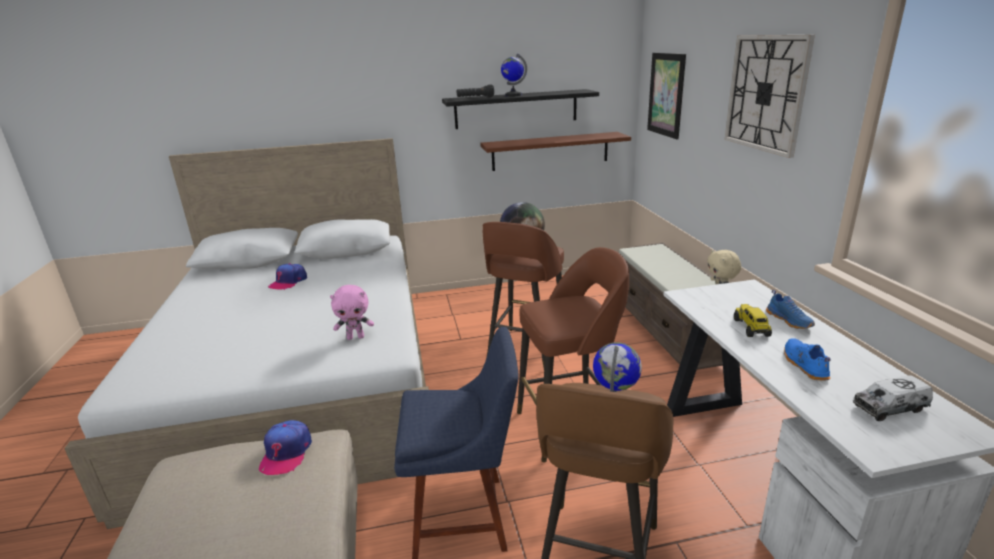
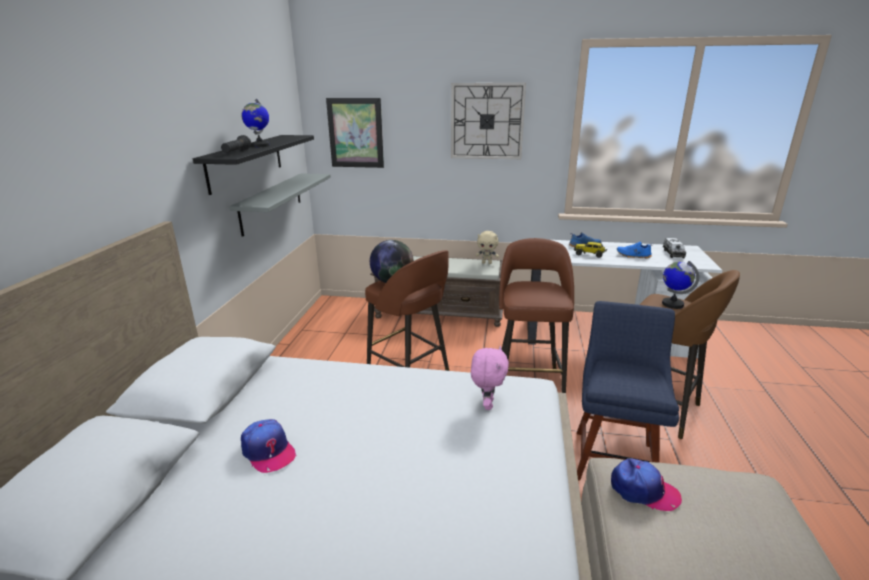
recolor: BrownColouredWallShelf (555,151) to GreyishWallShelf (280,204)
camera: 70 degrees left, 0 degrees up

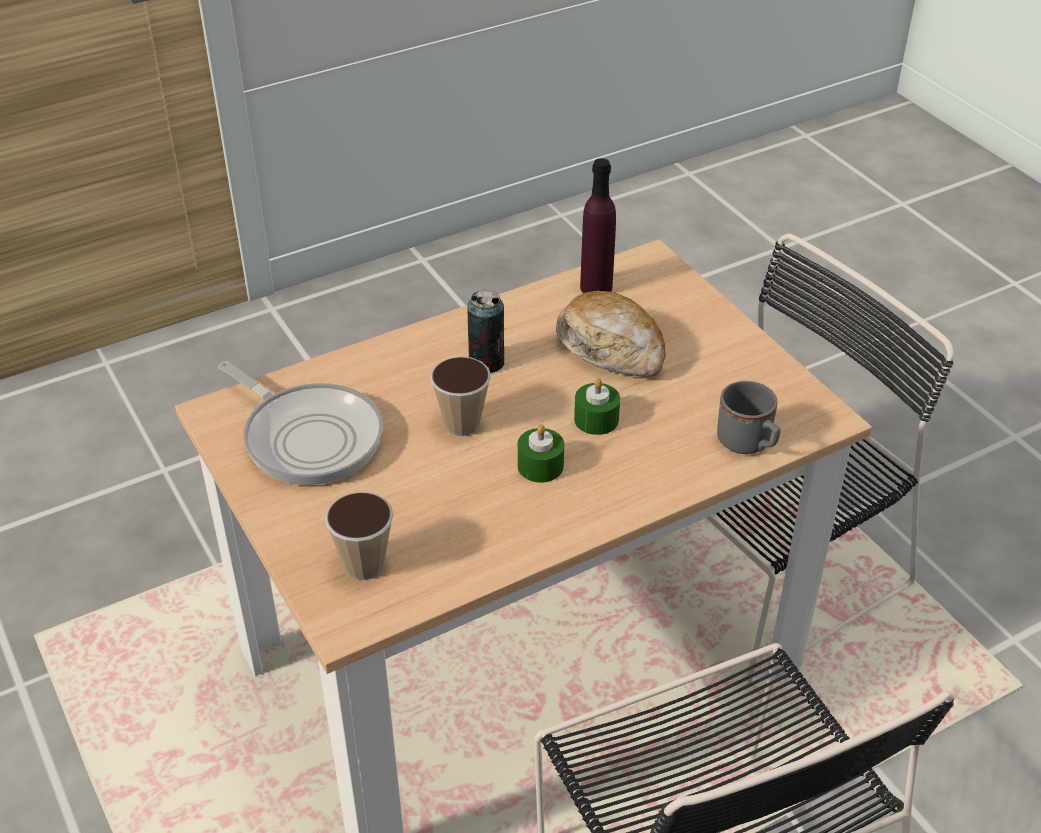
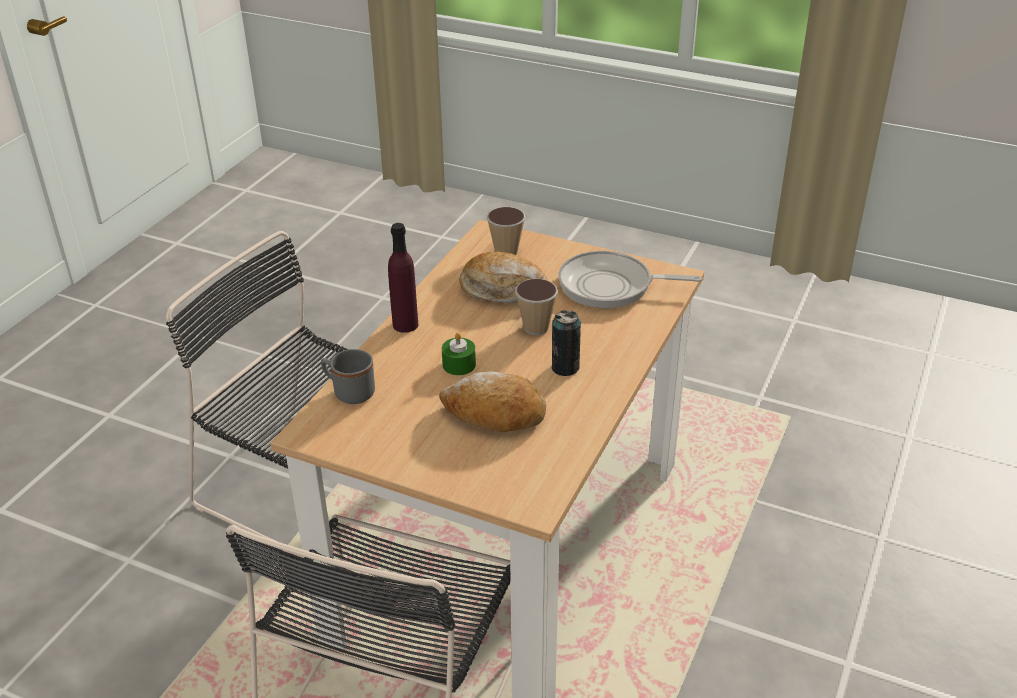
delete: GreenishWaxCandle (540,453)
insert: BakedBread (503,277)
move: PurpleColouredBottle (598,225) to (403,278)
camera: 145 degrees right, 5 degrees down

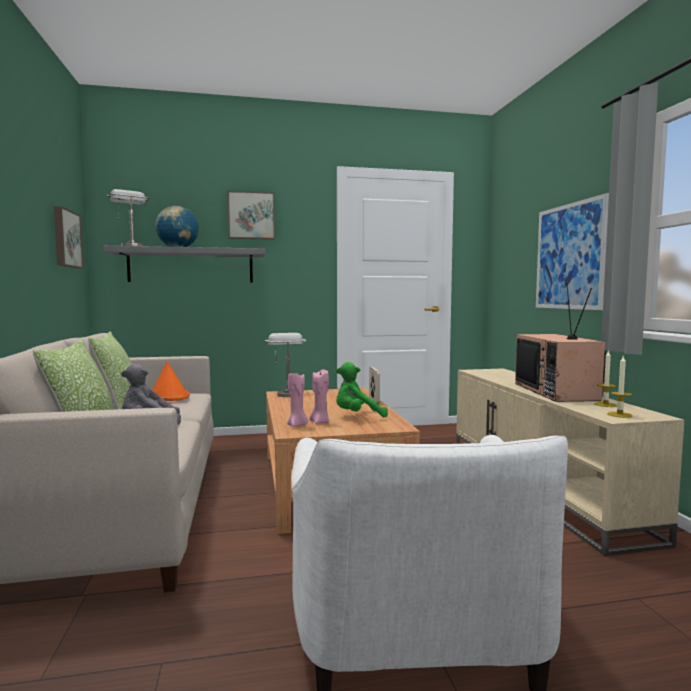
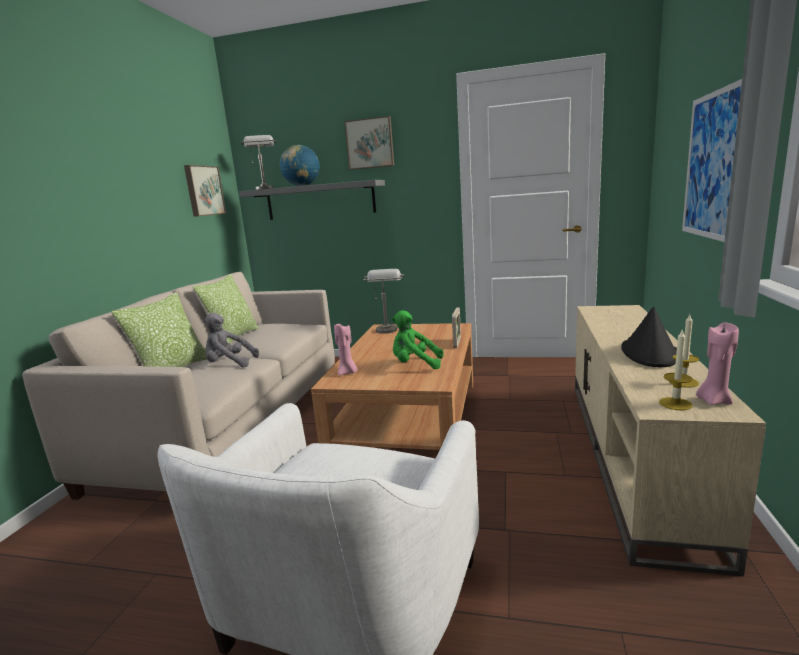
delete: OrangeyClothingHat (171,381)
move: PinkishWaxCandle (319,396) to (717,363)
replace: TvSet (560,342) to BlackClothingHat (649,337)
camera: 25 degrees right, 10 degrees up

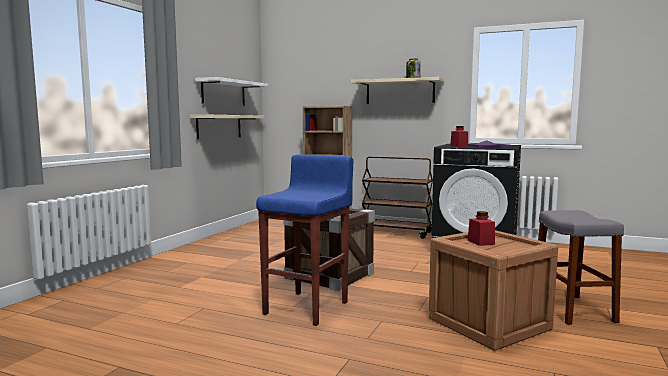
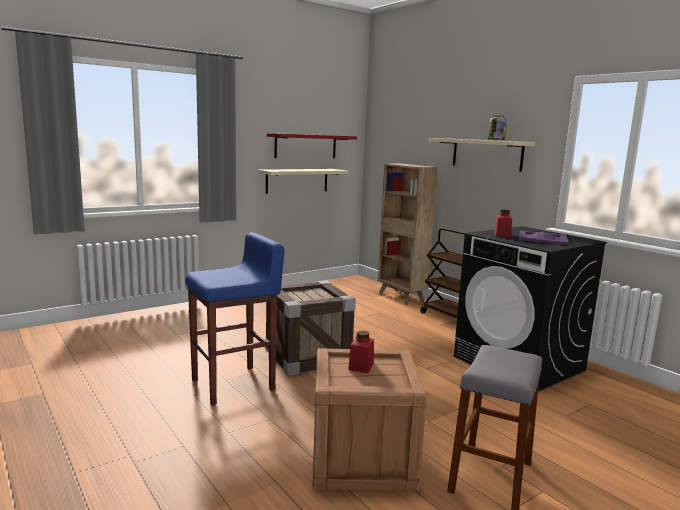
recolor: WhitishWallShelf (231,91) to ReddishWallShelf (312,145)
camera: 30 degrees right, 5 degrees up

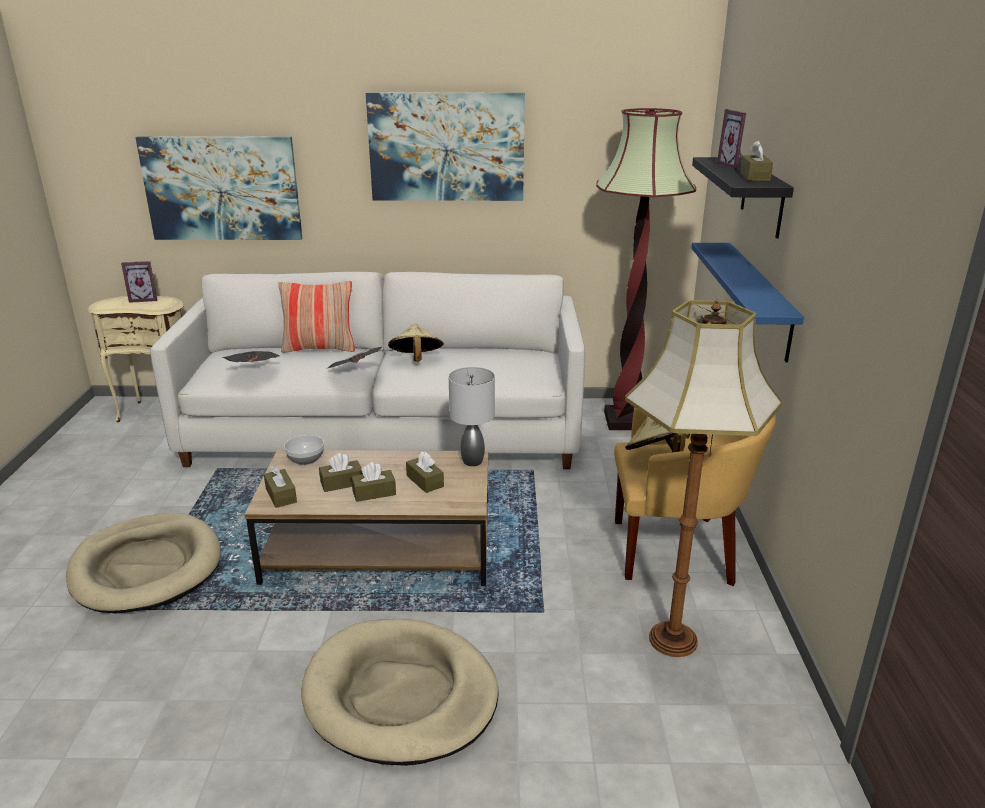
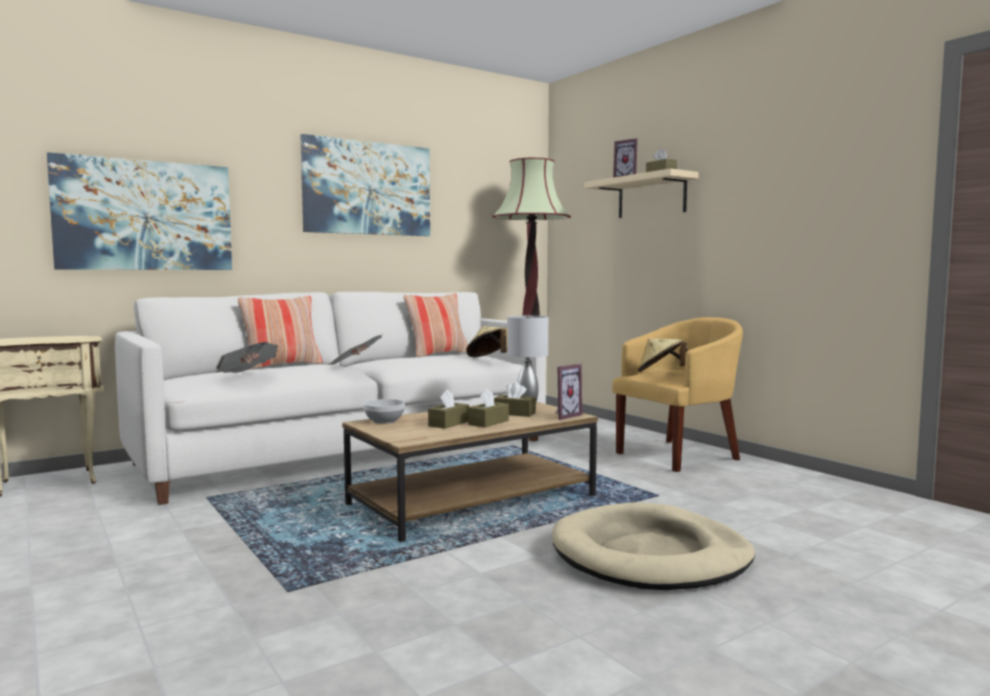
delete: BeigeColouredDogCushion (143,563); BrownColouredTissueHolder (280,487); StandingLamp (703,477); BlueColouredWallShelf (747,303)
insert: Cushion (436,325)
move: PhotoFrame (139,282) to (569,392); BeigeColouredClothingHat (416,343) to (486,341)
recolor: BlackWallShelf (743,197) to BeigeColouredWallShelf (641,193)
camera: 35 degrees left, 20 degrees down

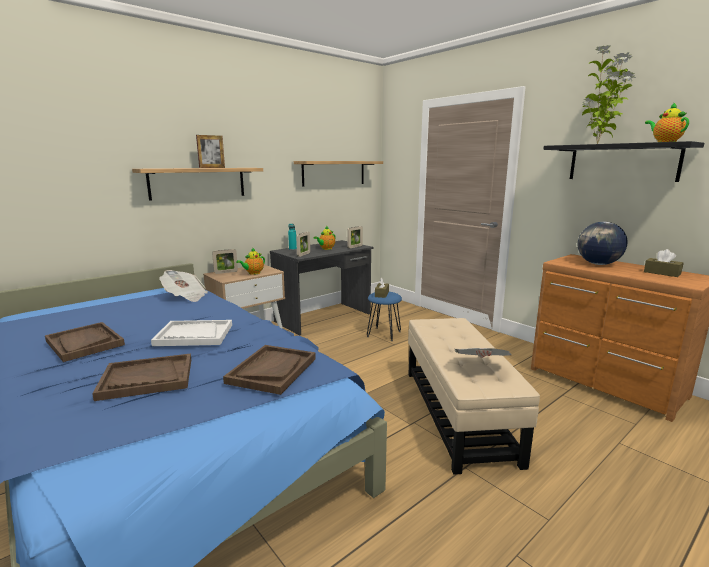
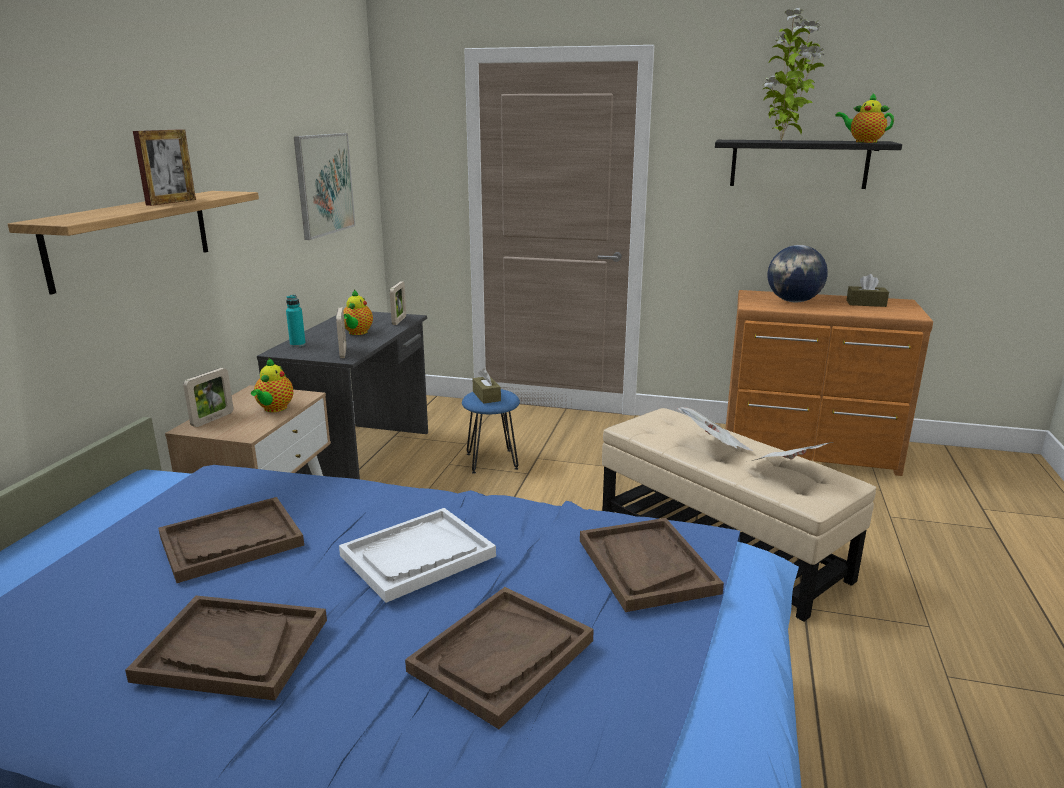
insert: BrownColouredServingTray (231,540)
move: DailyPaper (183,286) to (715,429)
replace: WallShelf (338,173) to WallPicture (324,186)
camera: 35 degrees left, 5 degrees up

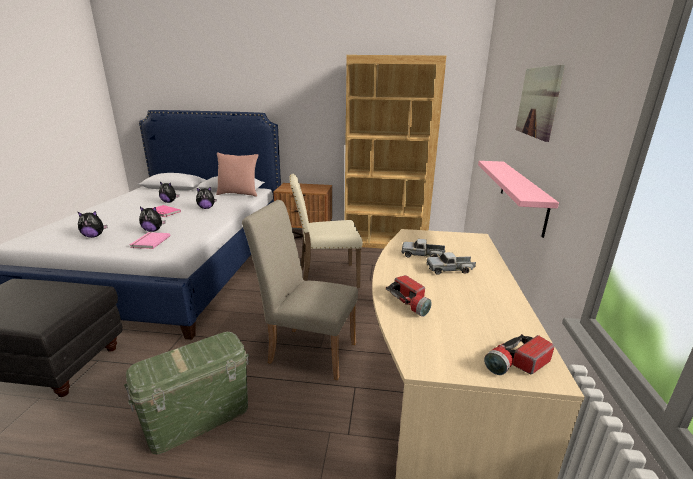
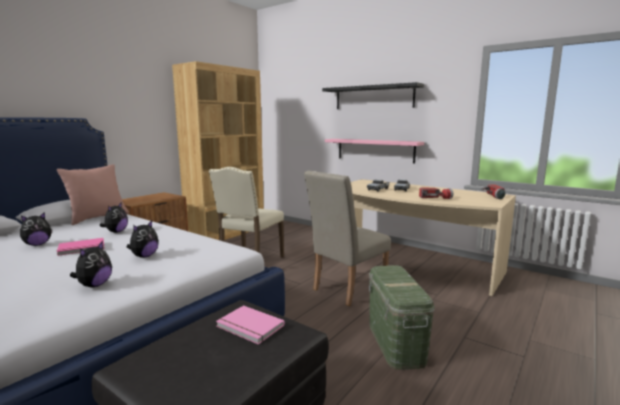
move: PinkishBoundBook (150,240) to (250,324)
replace: WallPicture (540,103) to BlackWallShelf (373,95)
camera: 60 degrees left, 10 degrees down

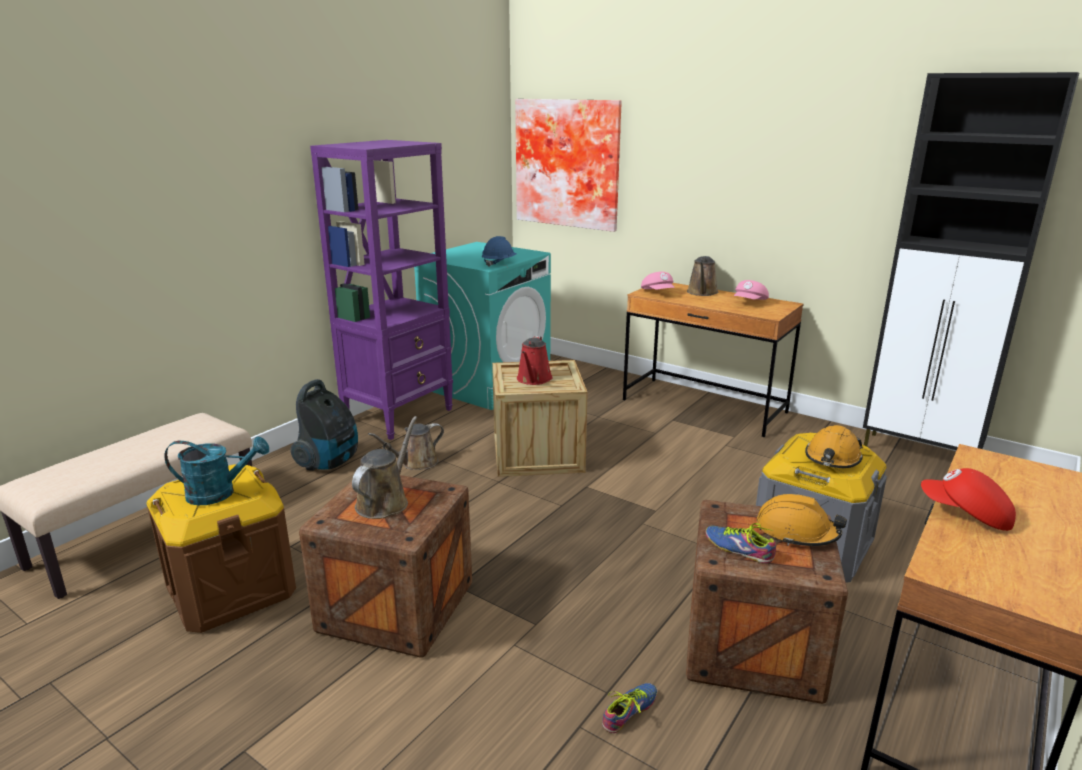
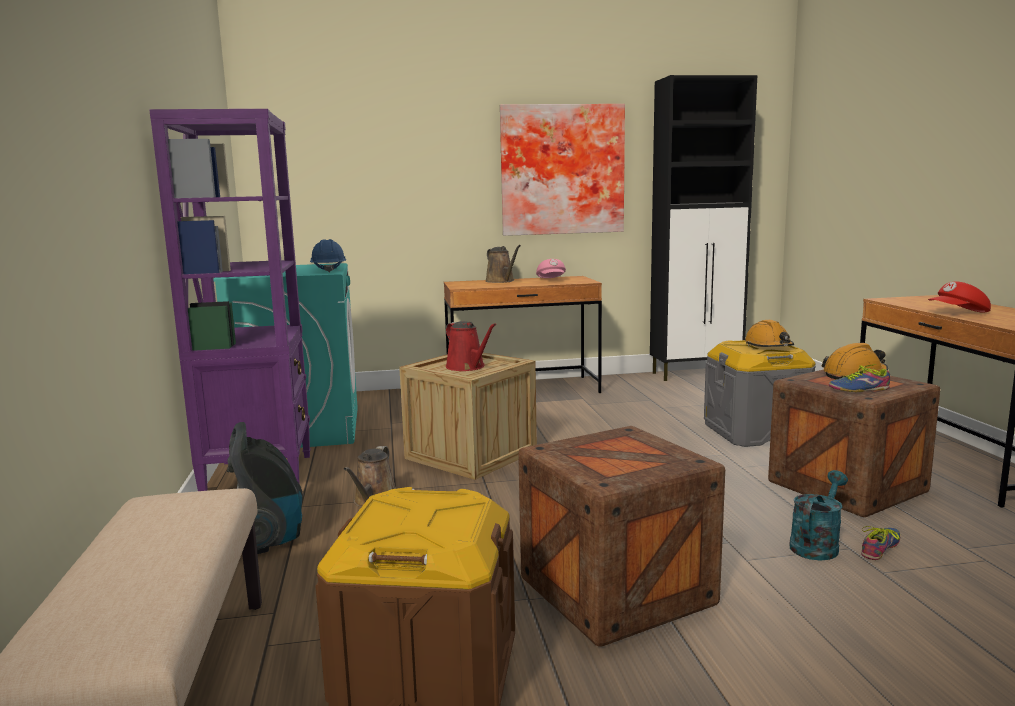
delete: BrownColouredWateringCan (384,467); PinkishCap (658,281)
move: BlueGreenWateringCan (216,471) to (818,515); WallPicture (568,165) to (562,170)
rotate: Shoe (629,708) = (880,543) 45 degrees clockwise
camera: 45 degrees left, 10 degrees down

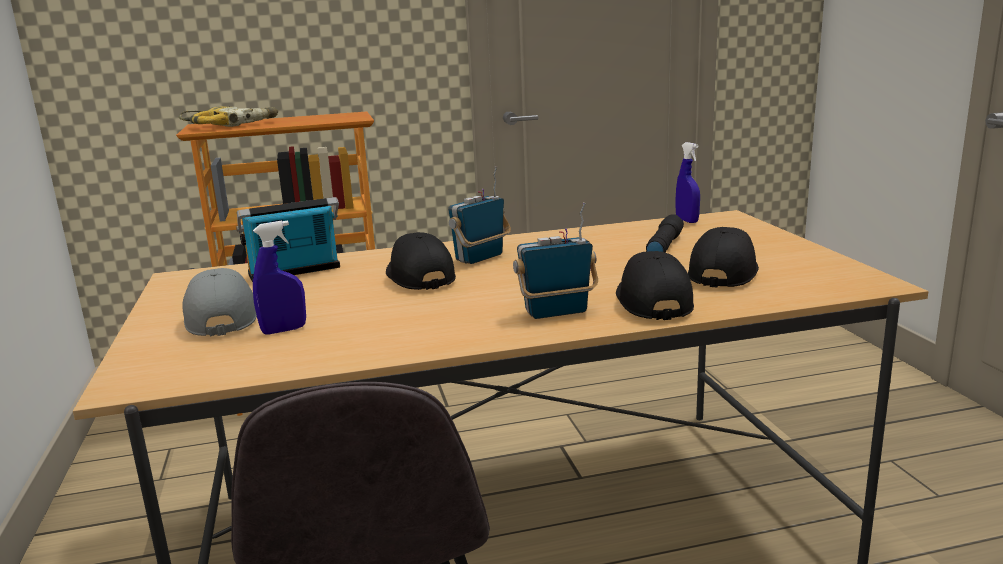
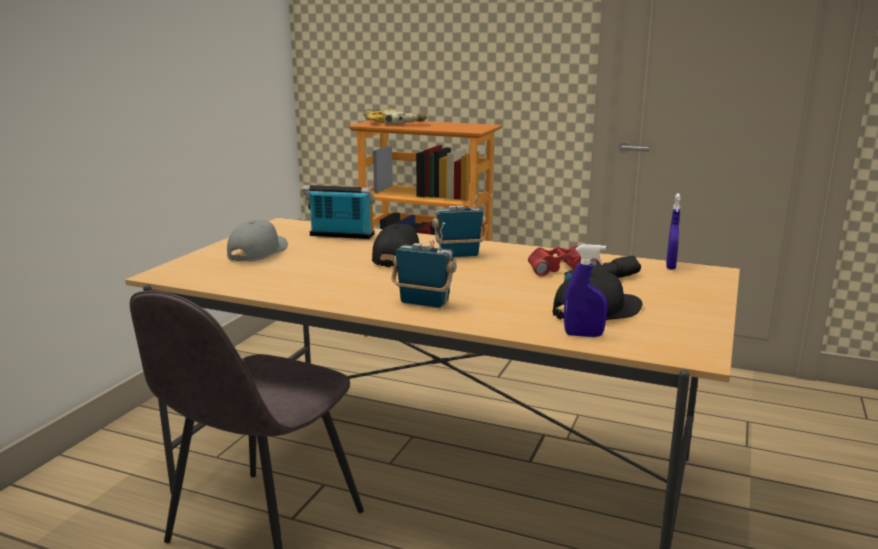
delete: BlackCap (655,285)
insert: ReddishPairOfBinoculars (564,261)
move: BlueColouredSprayBottle (279,277) to (586,290)
camera: 35 degrees right, 0 degrees up

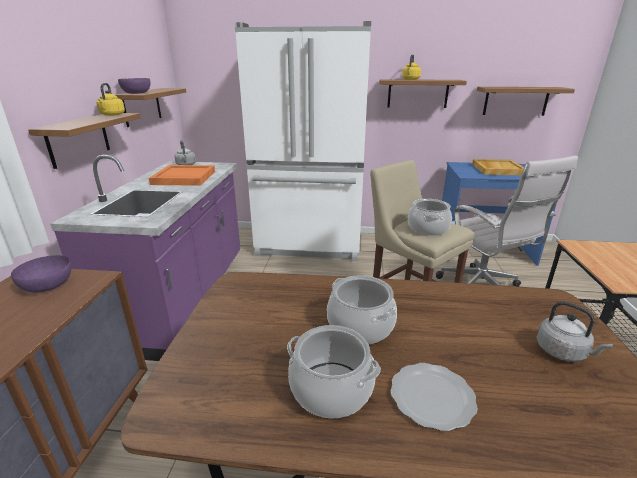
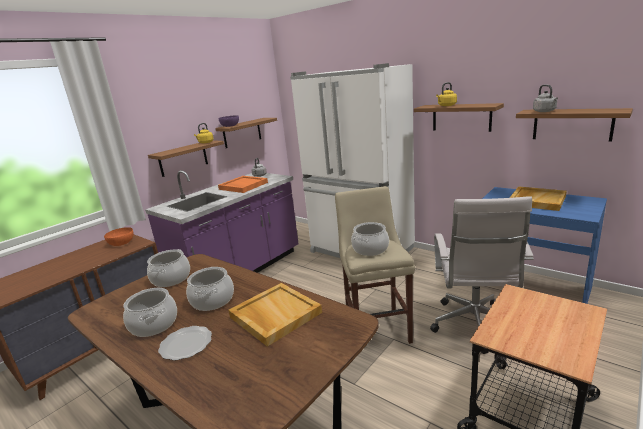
insert: Saucepot (168,268); BeigeColouredServingTray (275,315)
move: GreyishKettle (575,331) to (545,98)
recolor: PurpleColouredDeepDish (41,274) to OrangeyDeepDish (118,236)
camera: 35 degrees right, 5 degrees down

